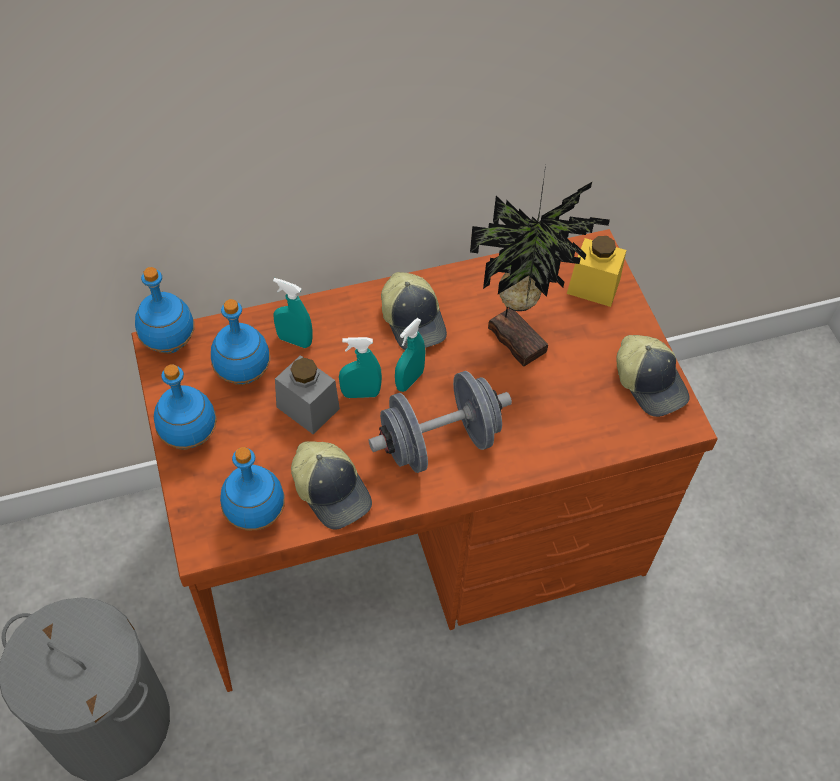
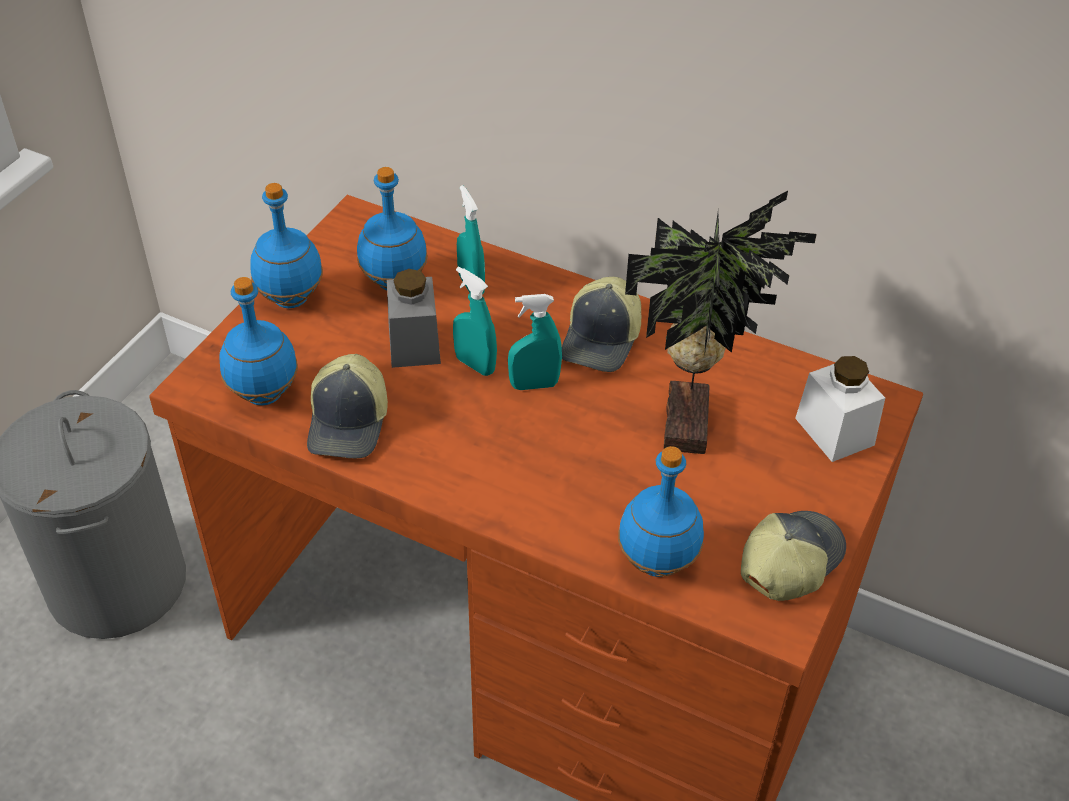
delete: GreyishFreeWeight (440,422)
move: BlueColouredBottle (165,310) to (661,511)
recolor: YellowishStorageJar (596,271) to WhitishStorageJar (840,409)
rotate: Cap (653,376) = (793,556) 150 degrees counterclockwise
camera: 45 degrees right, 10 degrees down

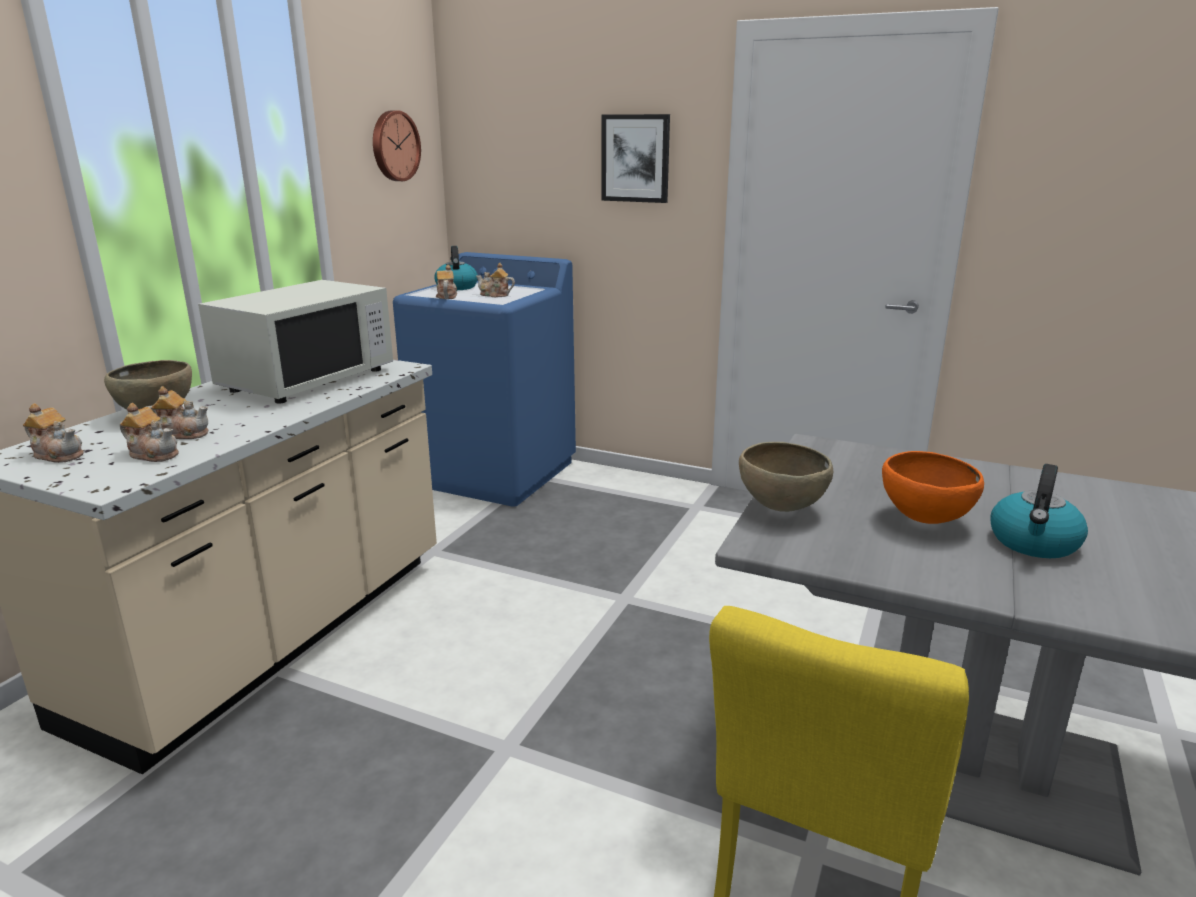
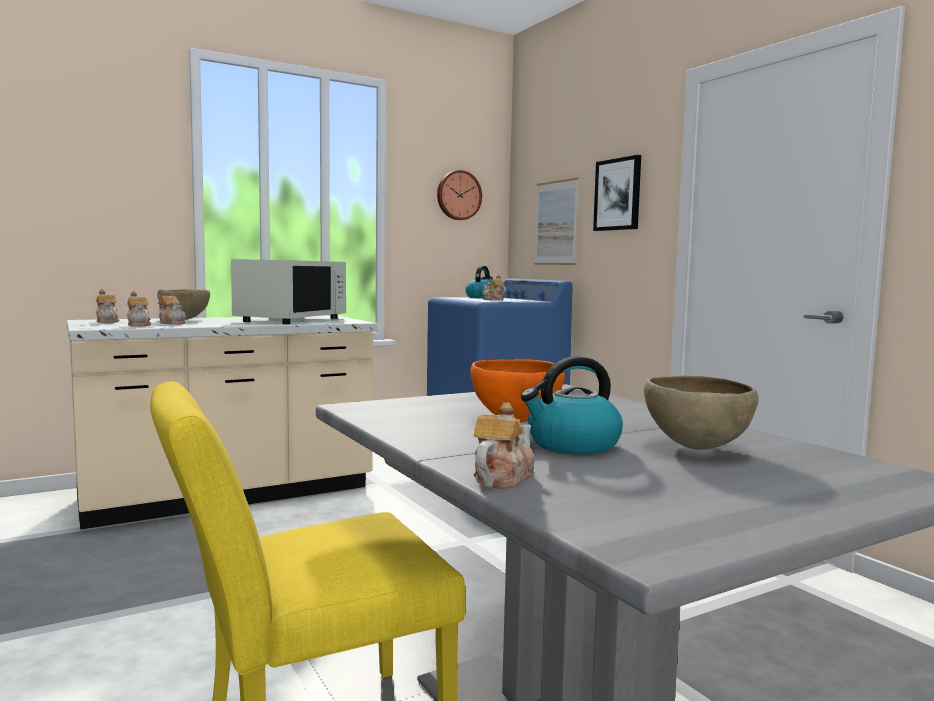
insert: WallPicture (556,221)
move: PotForTea (446,282) to (504,445); BrownColouredDeepDish (786,477) to (701,412)
rotate: WhitishKitchenMicrowave (295,342) = (288,291) 45 degrees counterclockwise
camera: 35 degrees right, 15 degrees down

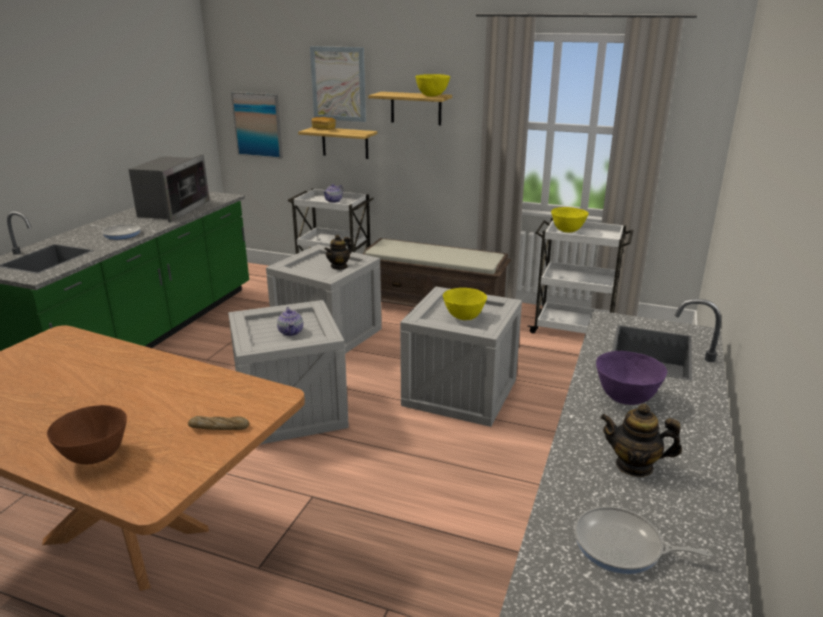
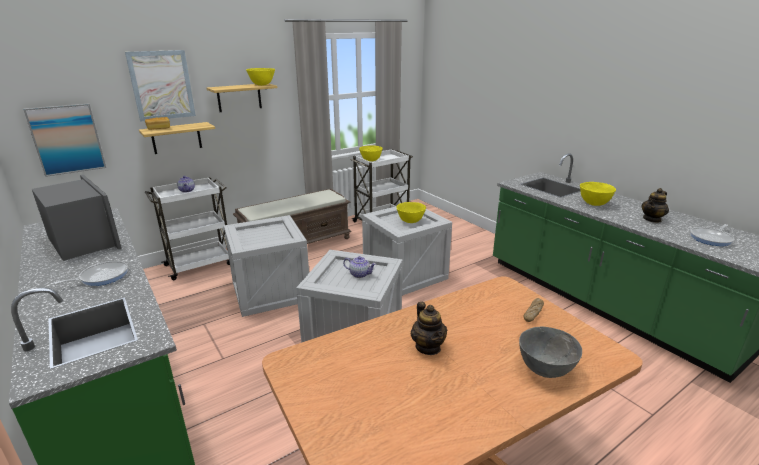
move: PotForTea (338,252) to (429,328)
recolor: BrownColouredDeepDish (87,434) to GreyishDeepDish (550,352); PurpleColouredDeepDish (631,378) to YellowishDeepDish (598,194)
camera: 55 degrees left, 0 degrees up

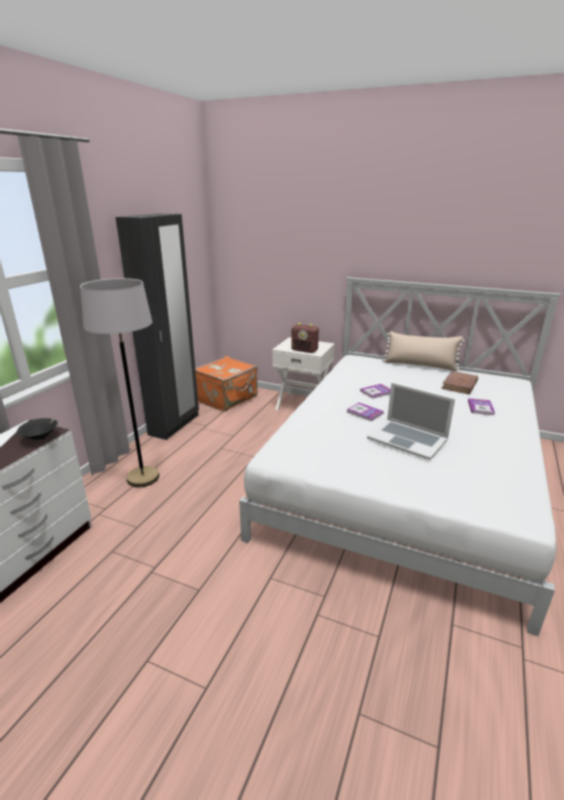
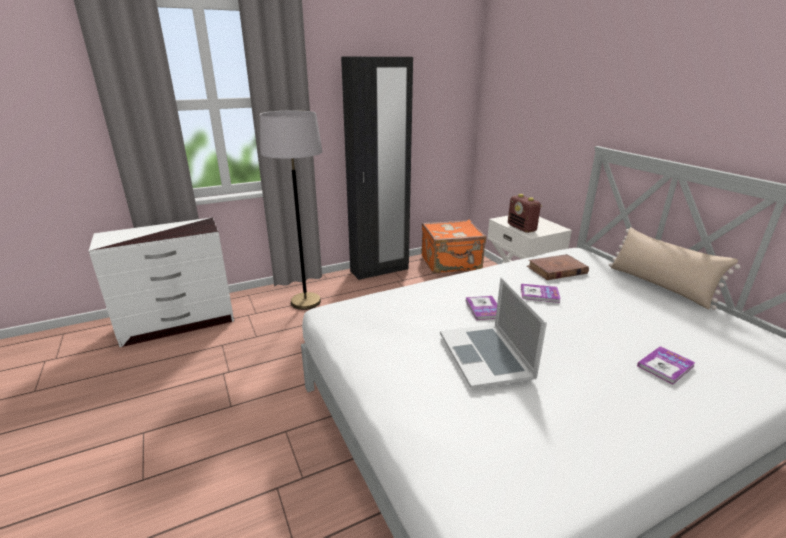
delete: BlackDeepDish (37,429)
move: BrownColouredBoundBook (459,382) to (558,267)
camera: 40 degrees right, 0 degrees up

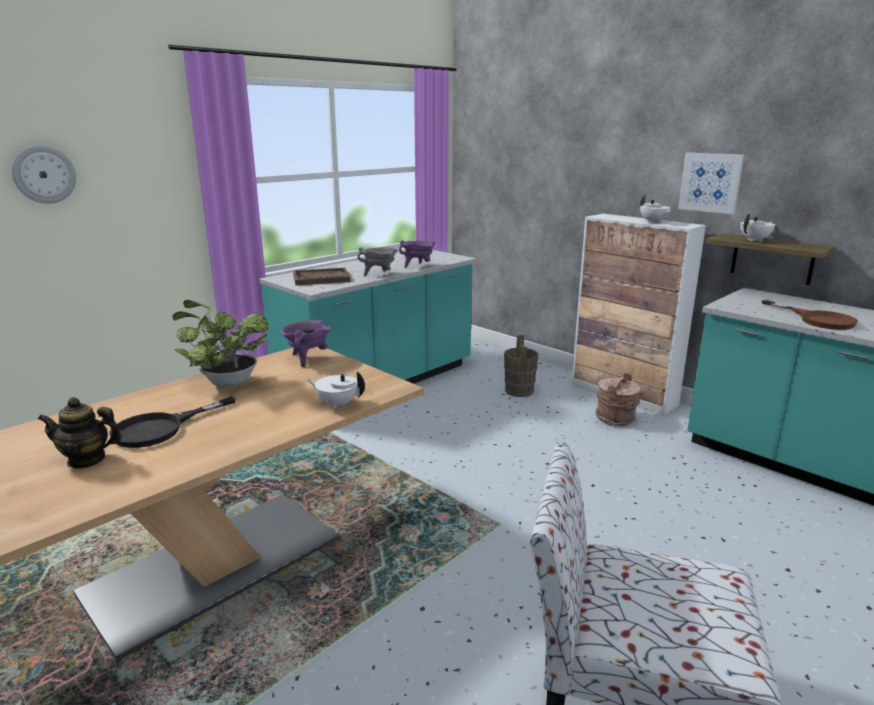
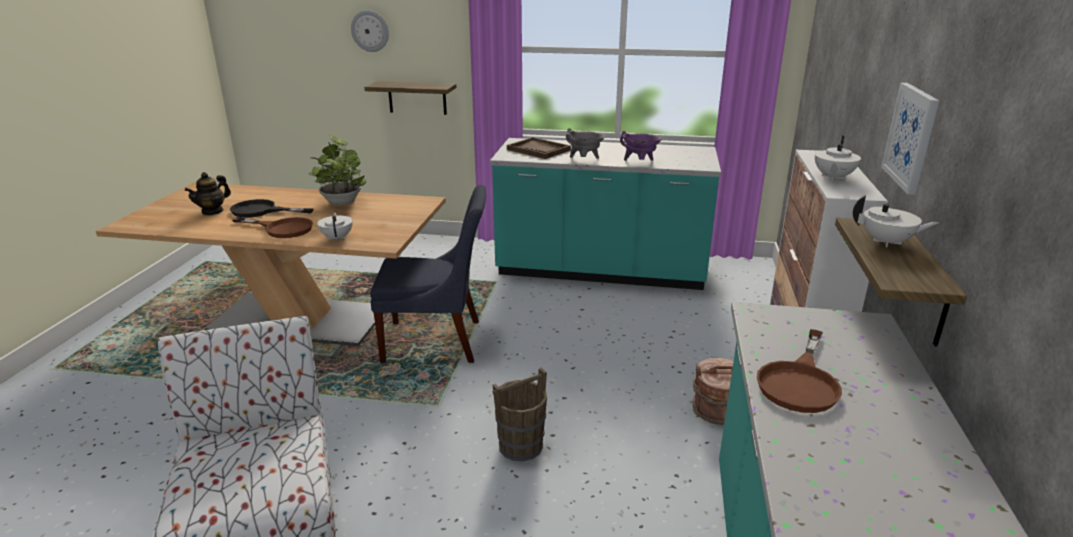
delete: PurpleColouredSaucepot (305,343)
insert: BrownColouredPan (272,227); WallShelf (410,98); BlueColouredPlainChair (428,274)
move: BrownColouredPail (521,366) to (519,414)
rotate: PotForTea (80,433) = (208,193) 105 degrees counterclockwise
camera: 55 degrees right, 5 degrees up

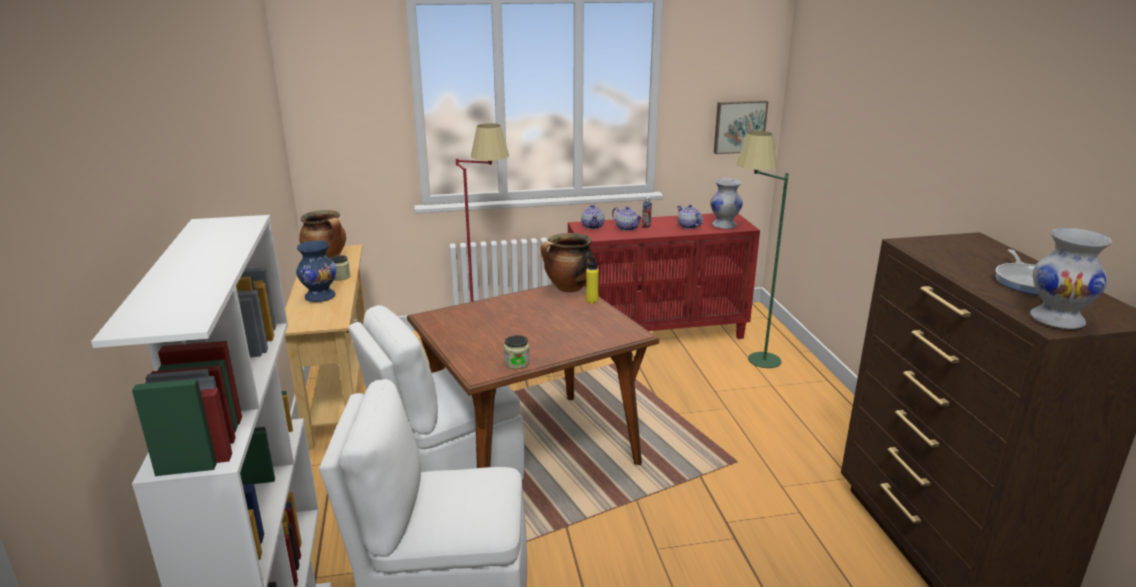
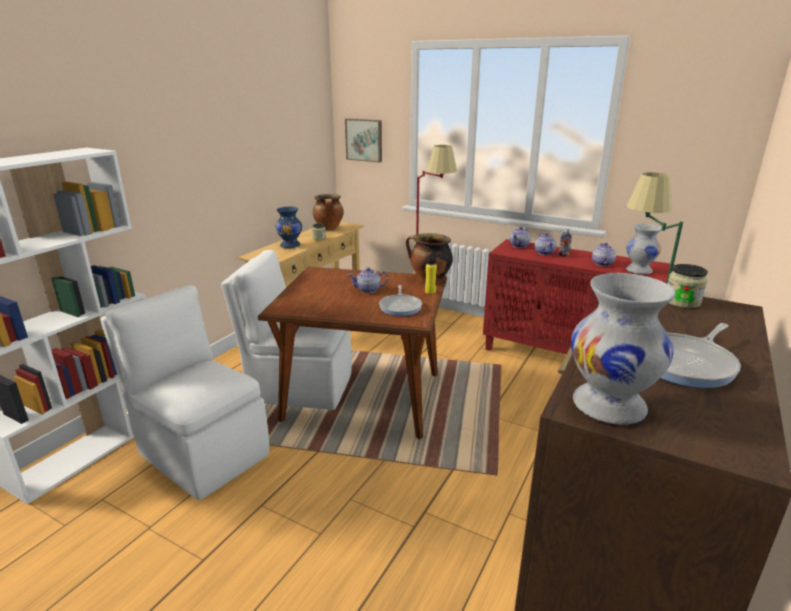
insert: PotForTea (368,280); Pan (400,300)
move: StorageJar (516,352) to (688,286); WallPicture (741,127) to (363,141)
camera: 40 degrees right, 0 degrees up

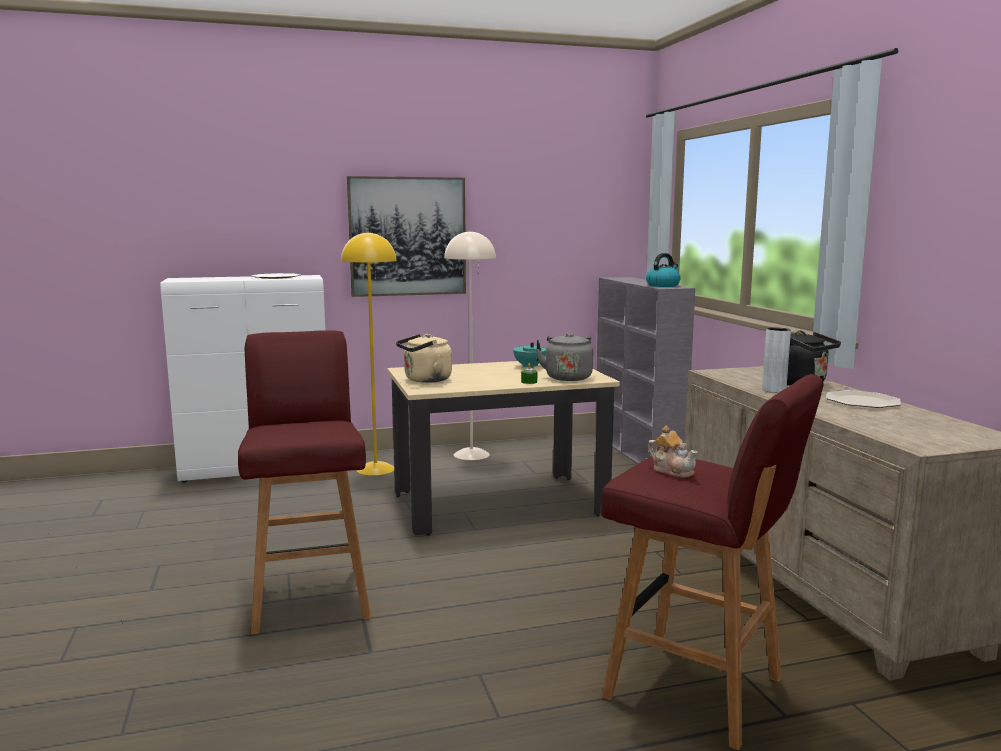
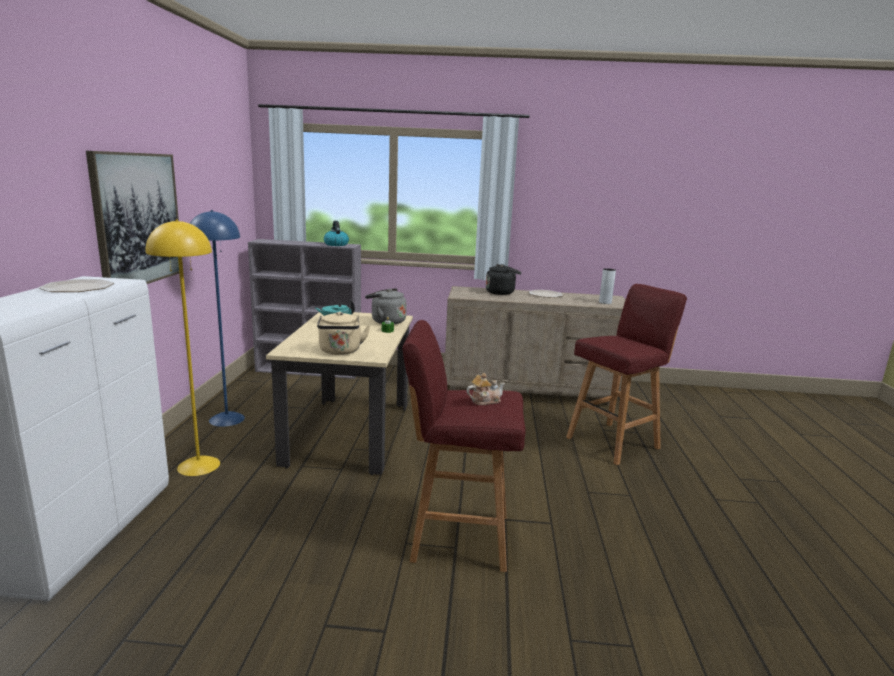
move: PotForTea (673,451) to (486,389); GreyishDecorativeVase (776,360) to (607,286)
recolor: BeigeColouredStandingLamp (470,345) to BlueColouredStandingLamp (217,318)
camera: 70 degrees left, 5 degrees up

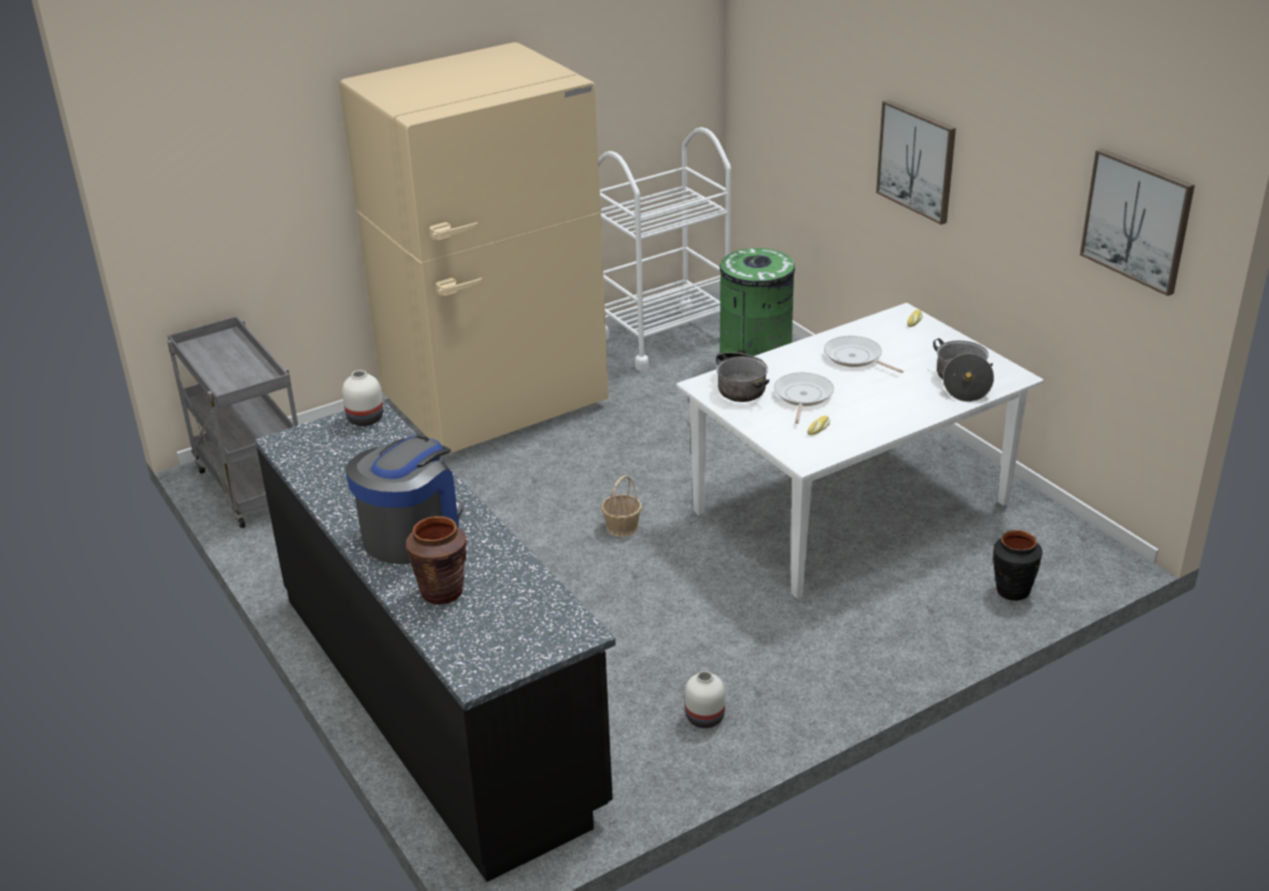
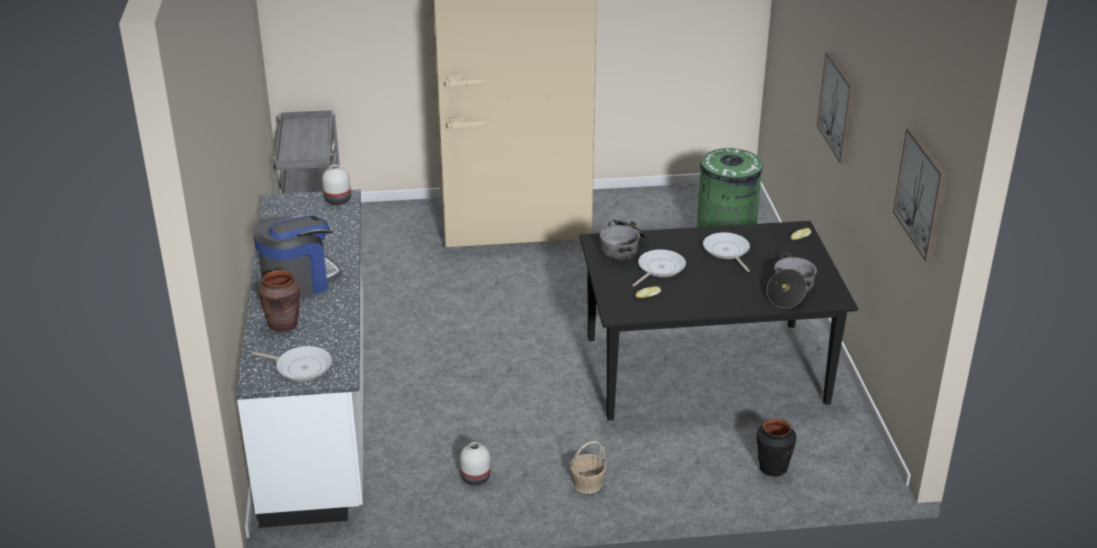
delete: WhitishWheeledCart (664,249)
insert: Pan (291,363)
move: HouseholdBasket (622,506) to (588,467)
recolor: BlackKitchenBaseUnit (435,640) to WhitishKitchenBaseUnit (299,358); WhitishKitchenTable (860,450) to BlackKitchenTable (719,321)
camera: 25 degrees right, 0 degrees up

